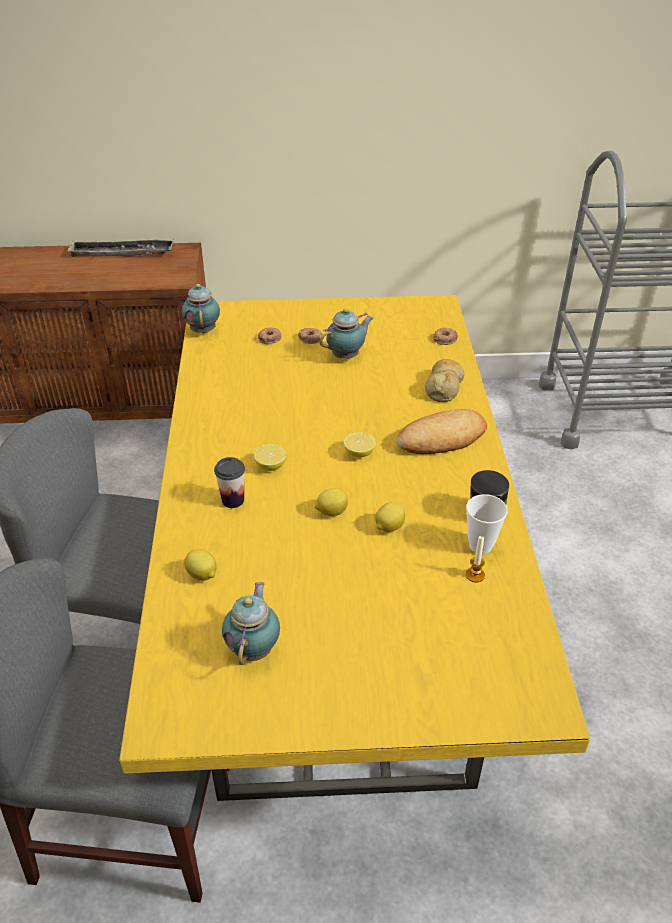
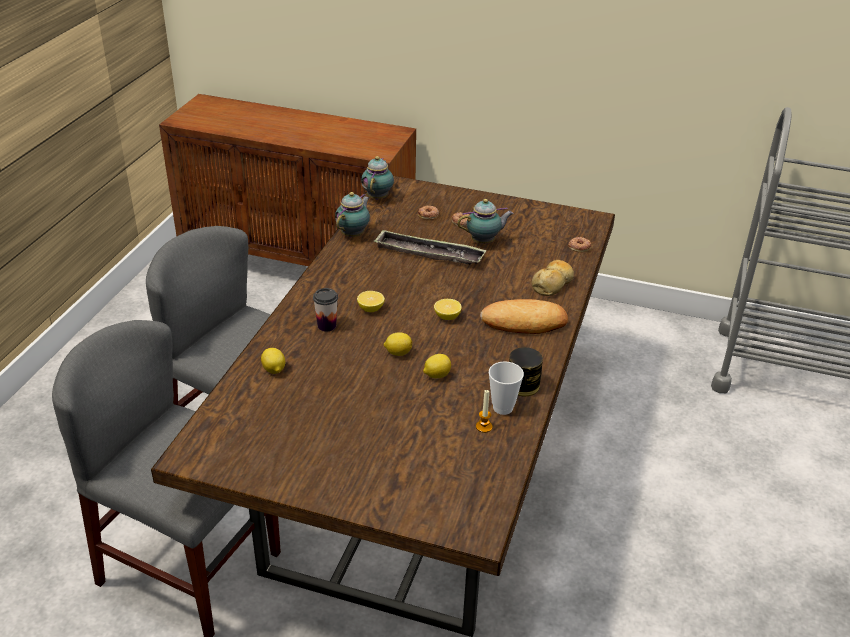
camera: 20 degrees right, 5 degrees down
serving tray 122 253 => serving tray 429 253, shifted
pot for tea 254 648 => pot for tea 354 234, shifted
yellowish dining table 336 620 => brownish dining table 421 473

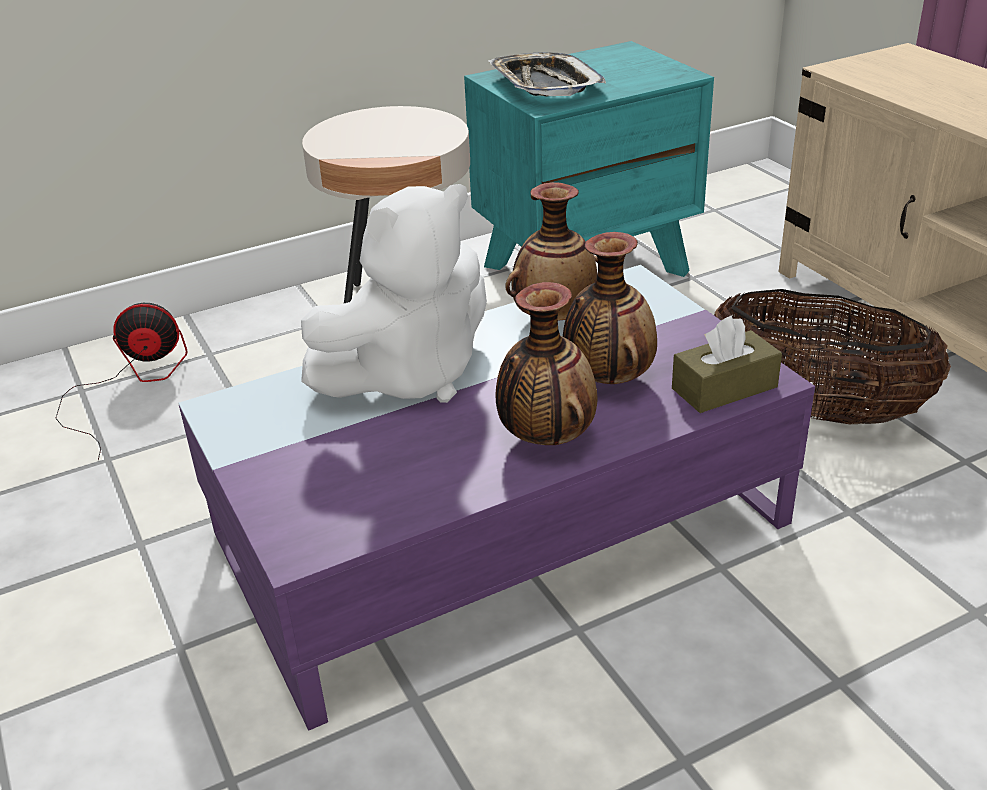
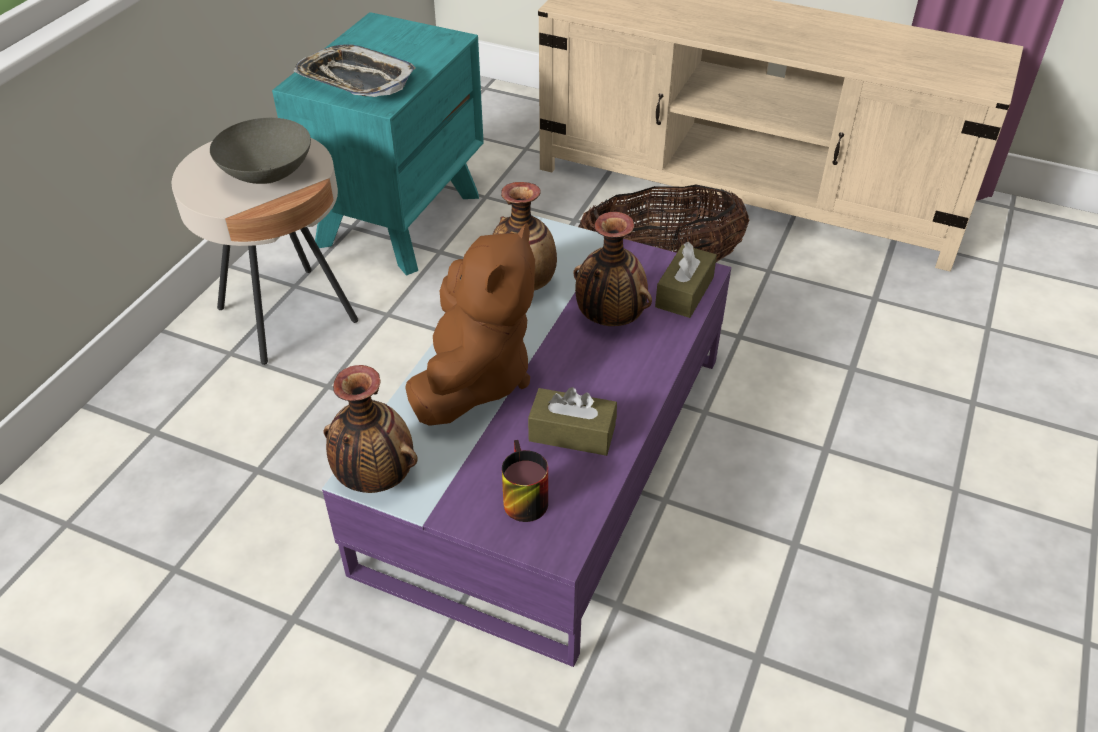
camera: 40 degrees left, 10 degrees up
fan 130 385 => nothing
nothing => grey deep dish 269 175
nothing => tea mug 519 497
nothing => brownish tissue box 572 433
flower vase 545 437 => flower vase 374 477, shifted
whitish cuddly toy 409 375 => brownish cuddly toy 474 378

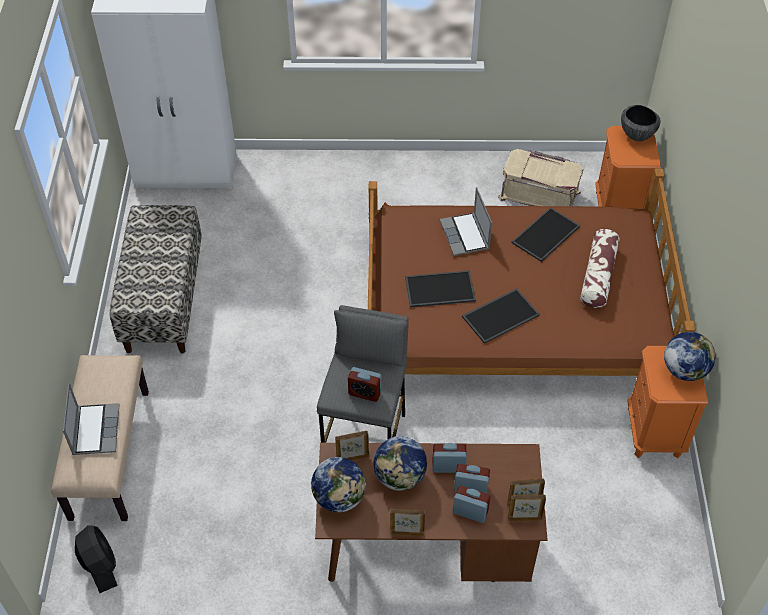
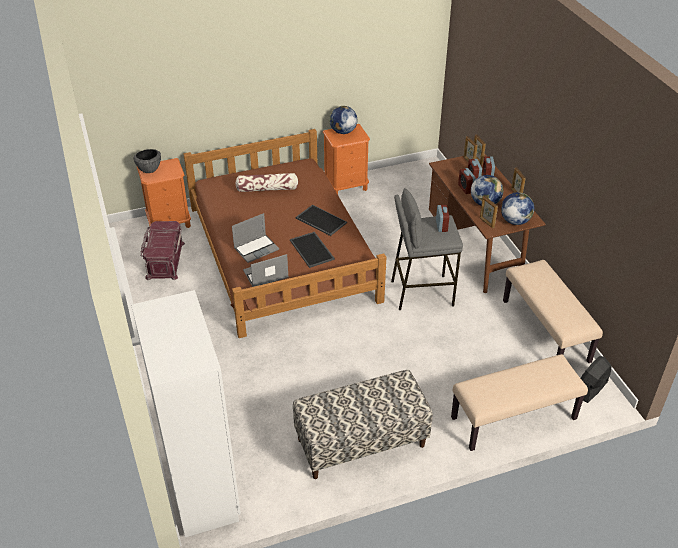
camera: 110 degrees left, 10 degrees down
serving tray 546 235 => nothing
nothing => beige long seat 546 331
notebook computer 95 429 => notebook computer 265 275, shifted
beige storage box 539 194 => reddish storage box 164 260

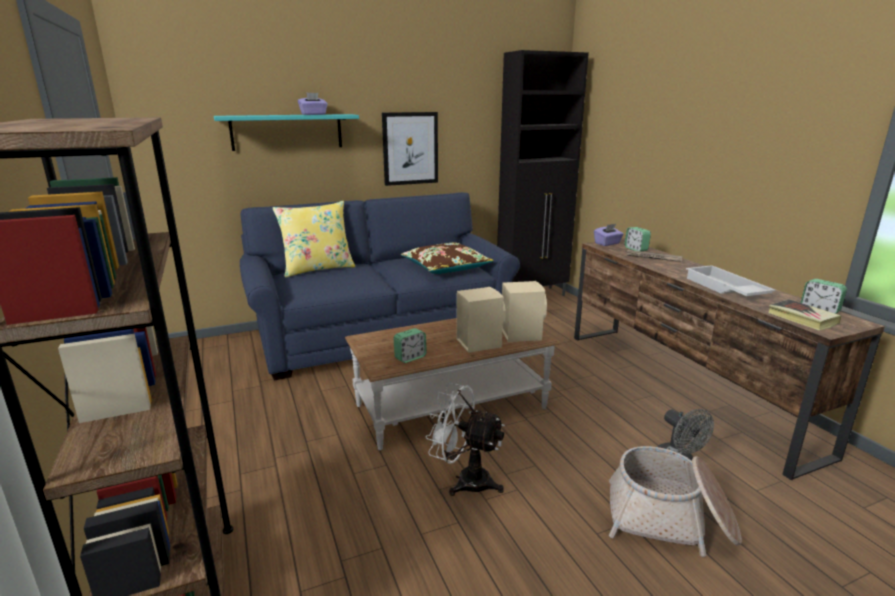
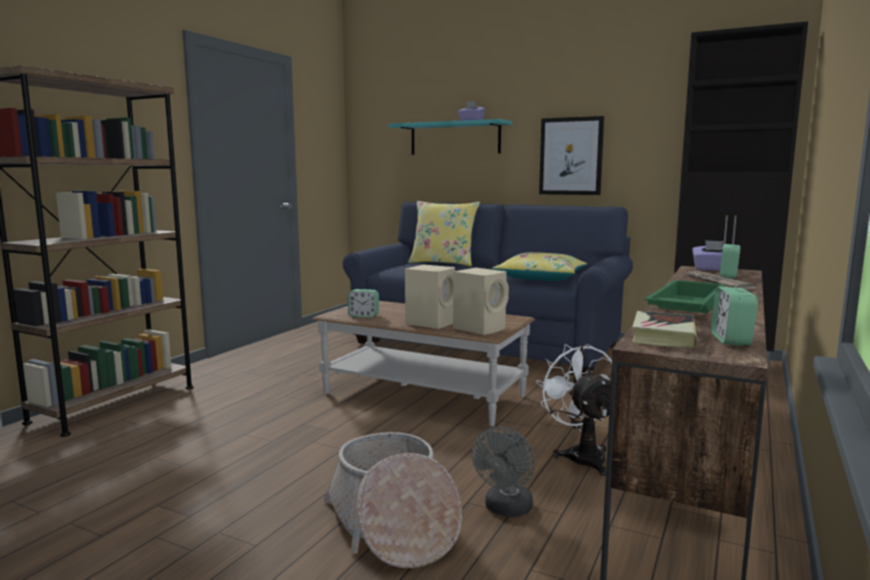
camera: 50 degrees right, 10 degrees down
whitish fan 465 480 => whitish fan 581 455, shifted
brownish throw pillow 445 268 => yellowish throw pillow 540 278
whitish serving tray 724 288 => greenish serving tray 684 307

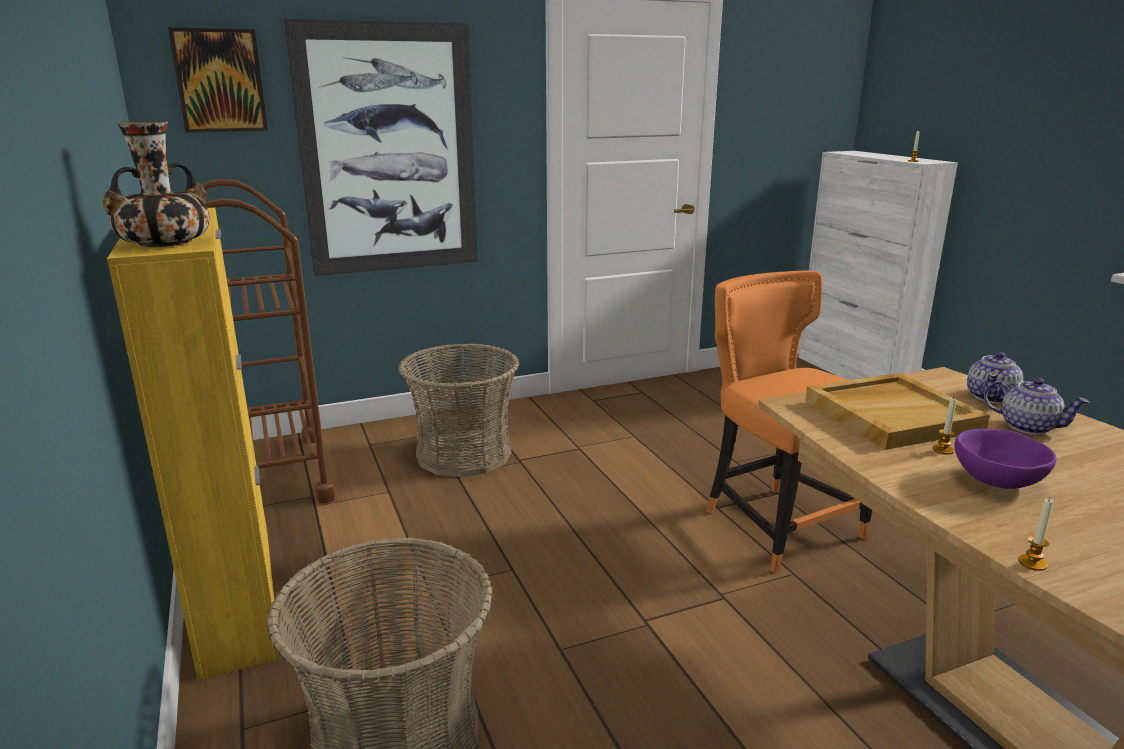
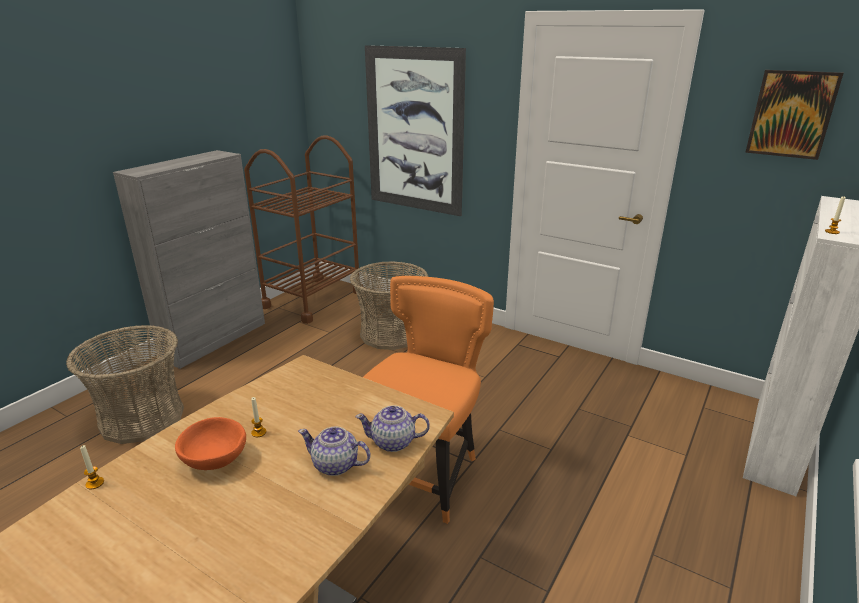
camera: 55 degrees right, 5 degrees up
flower vase 163 242 => nothing
beige serving tray 892 415 => nothing
picture 220 81 => picture 791 114, shifted
yellowish cupboard 238 597 => grey cupboard 215 340
purple-coloured deep dish 997 481 => orangey deep dish 214 460
pot for tea 1027 426 => pot for tea 336 465, 105 degrees clockwise

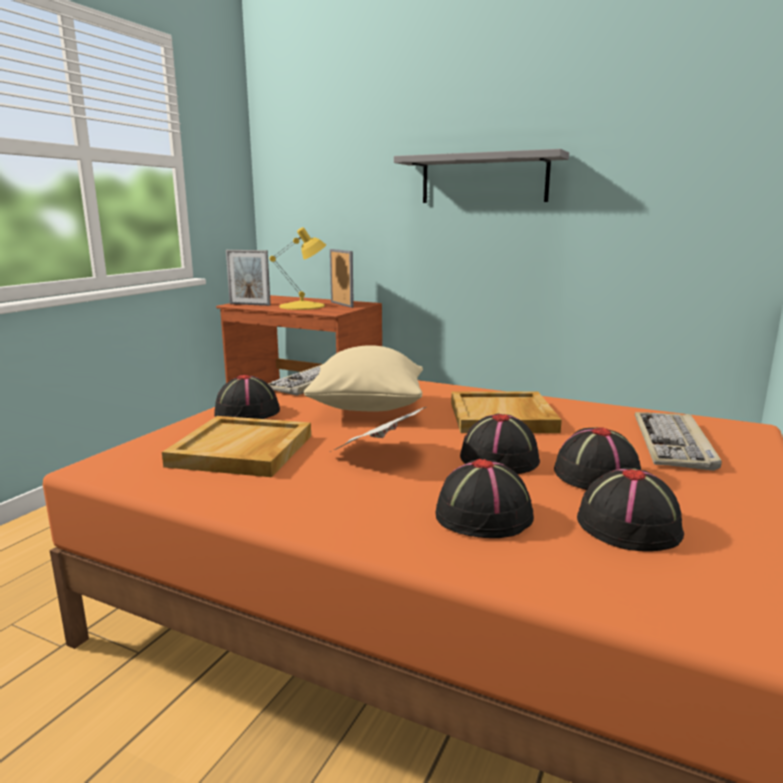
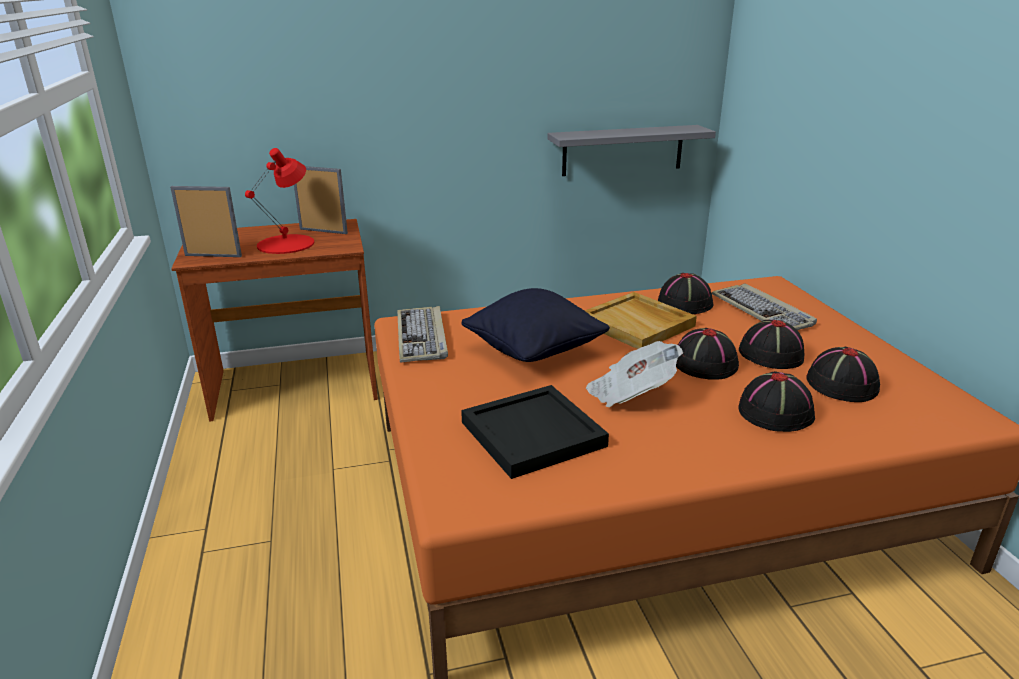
camera: 40 degrees left, 10 degrees up
black hat 248 412 => black hat 685 303, shifted
grey wall shelf 484 179 => grey wall shelf 623 150, shifted
beige serving tray 242 451 => black serving tray 534 434
yellowish tabletop lamp 303 306 => reddish tabletop lamp 287 244
beige throw pillow 367 409 => black throw pillow 534 352
photo frame 250 304 => photo frame 213 256, 150 degrees counterclockwise

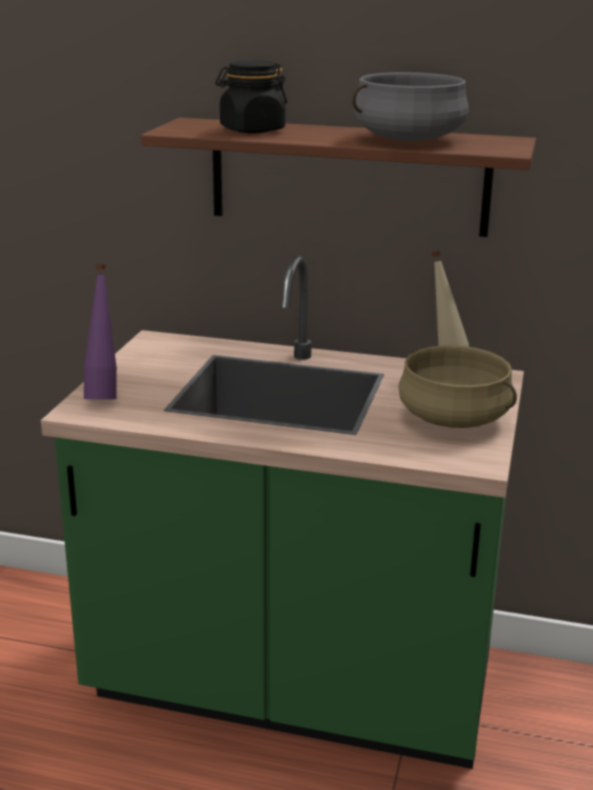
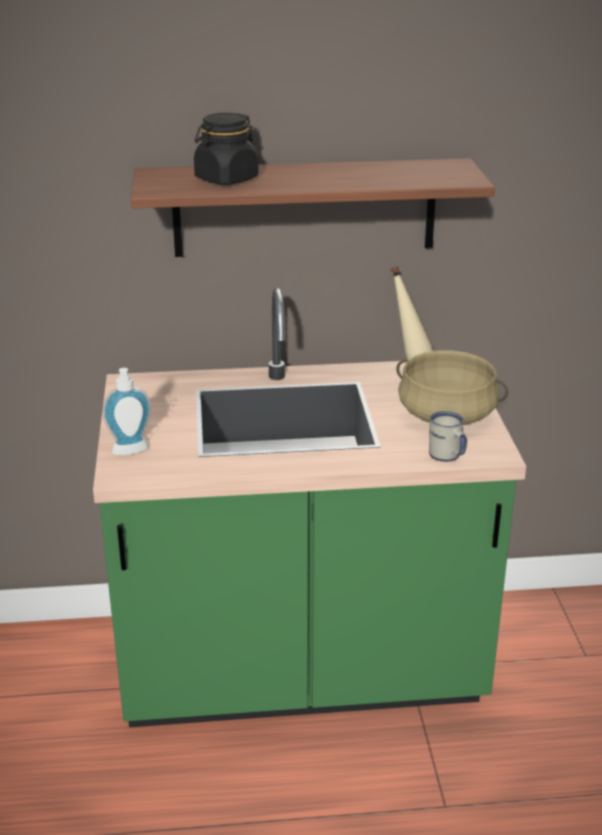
camera: 20 degrees left, 5 degrees up
grey saucepot 408 139 => nothing
nothing => whitish tea mug 447 457
purple-coloured beverage bottle 104 396 => soap dispenser 131 452

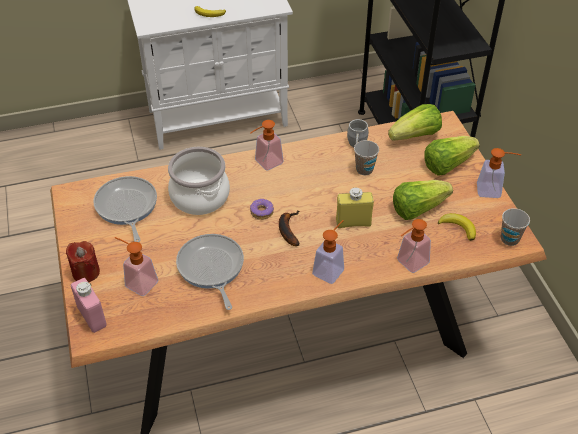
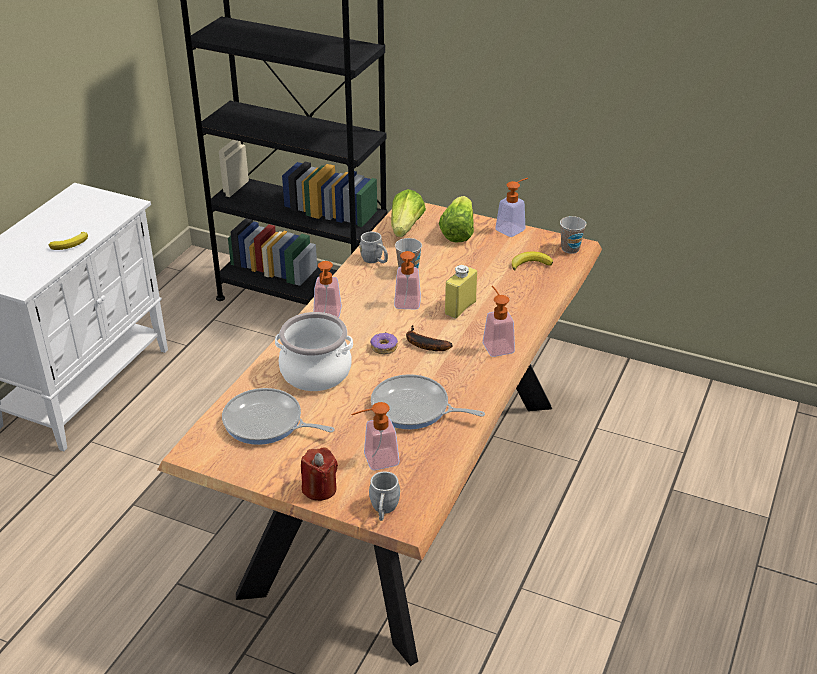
camera: 50 degrees left, 10 degrees down
lettuce 418 208 => nothing
soap dispenser 408 264 => soap dispenser 407 306, shifted
pink-coloured beverage bottle 92 317 => grey tea mug 383 510

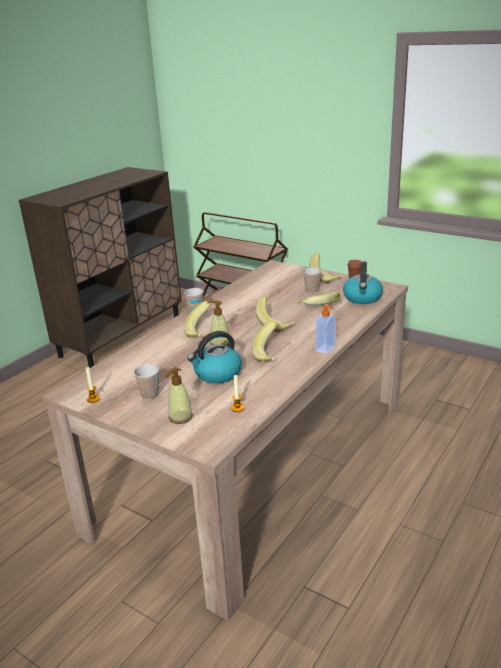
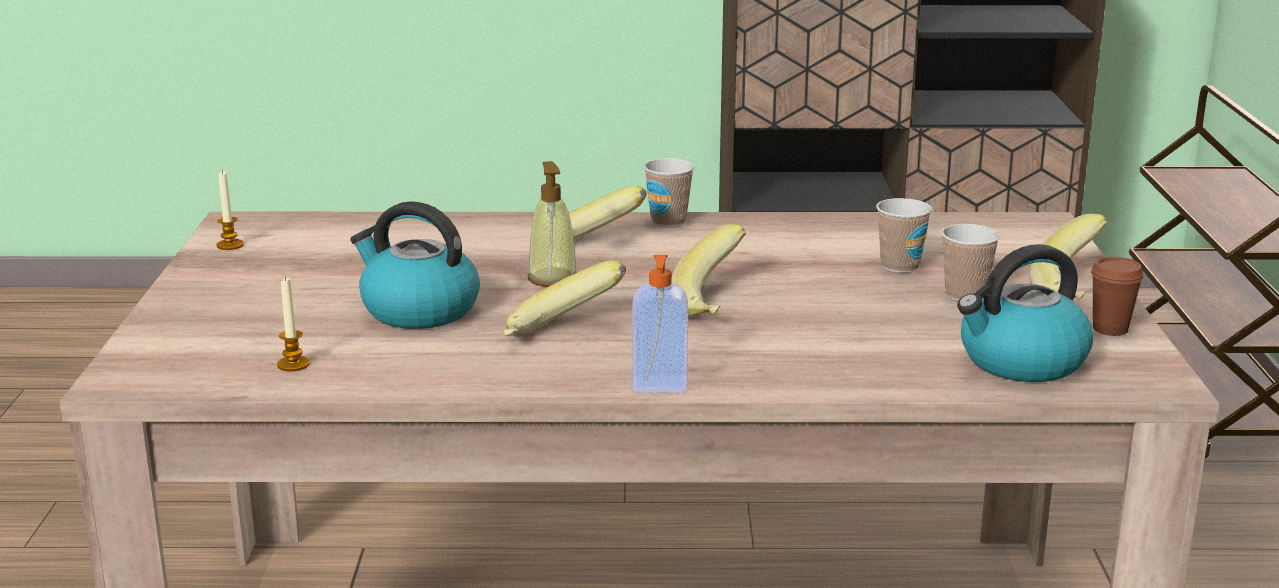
camera: 55 degrees right, 5 degrees down
soap dispenser 180 417 => nothing
banana fruit 318 309 => nothing
cup 150 395 => cup 899 266, shifted

